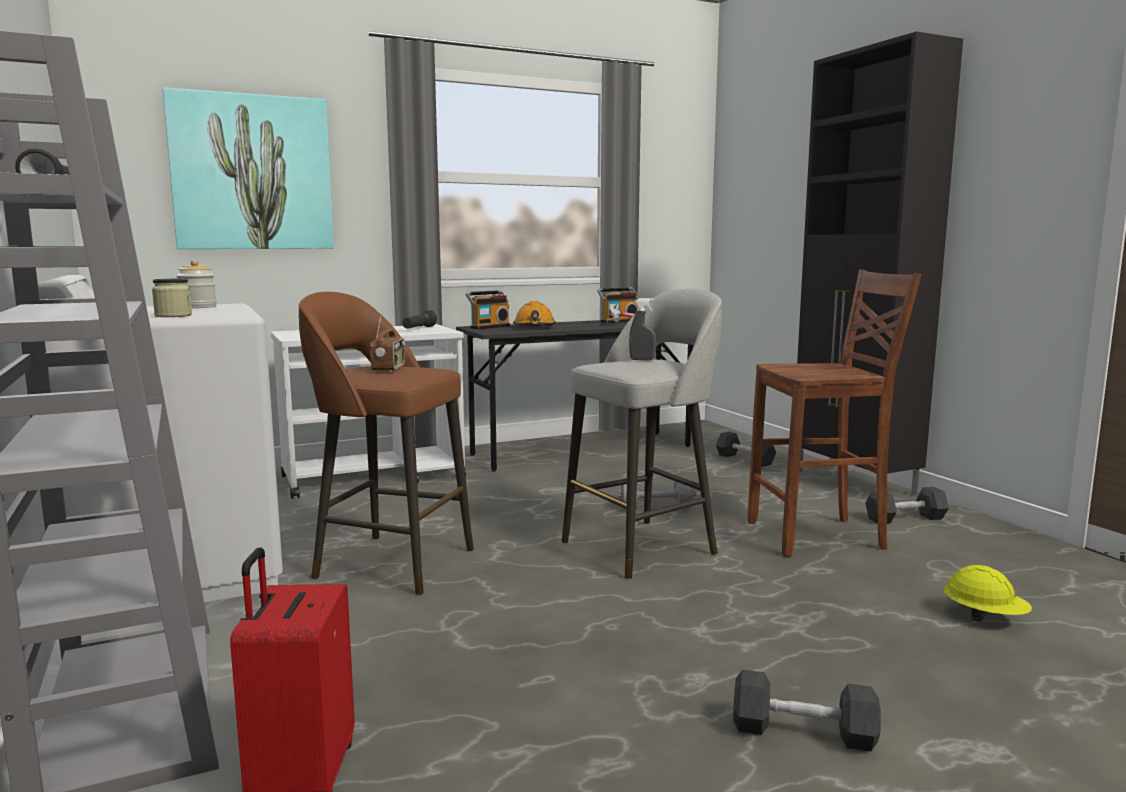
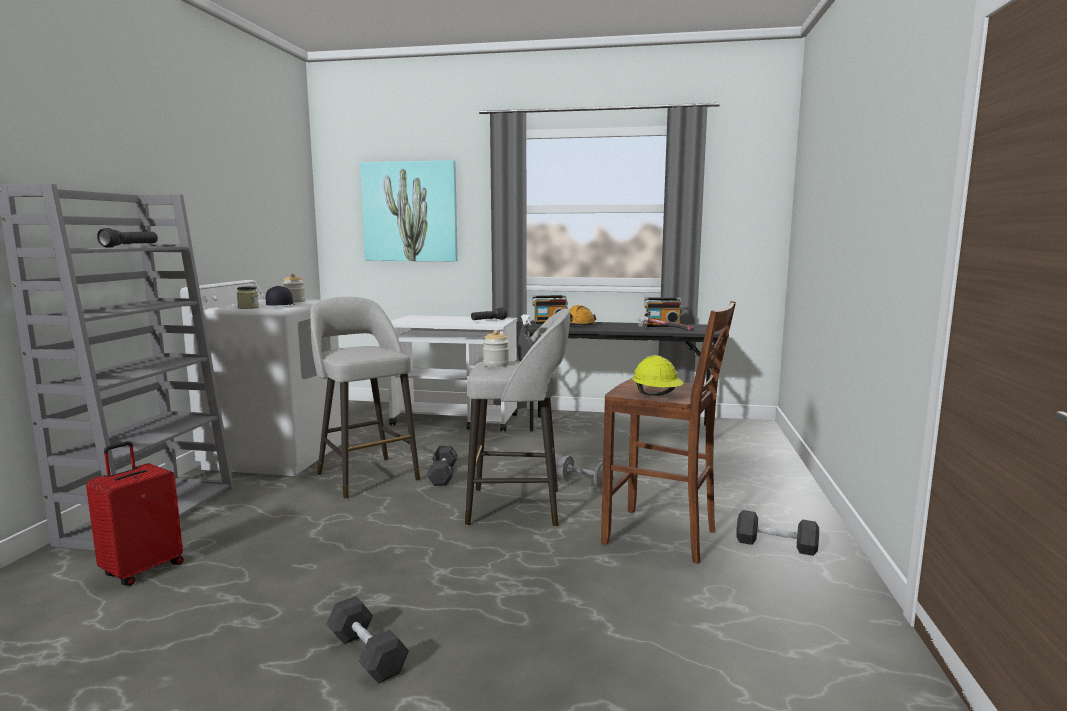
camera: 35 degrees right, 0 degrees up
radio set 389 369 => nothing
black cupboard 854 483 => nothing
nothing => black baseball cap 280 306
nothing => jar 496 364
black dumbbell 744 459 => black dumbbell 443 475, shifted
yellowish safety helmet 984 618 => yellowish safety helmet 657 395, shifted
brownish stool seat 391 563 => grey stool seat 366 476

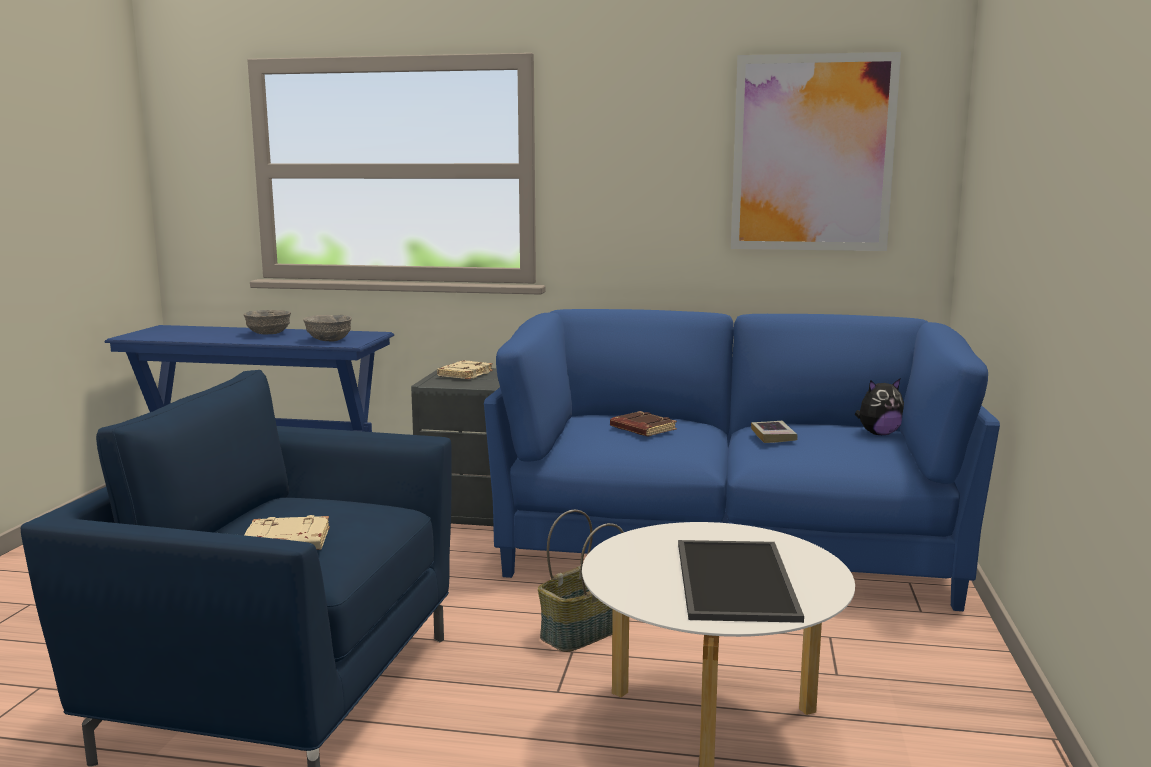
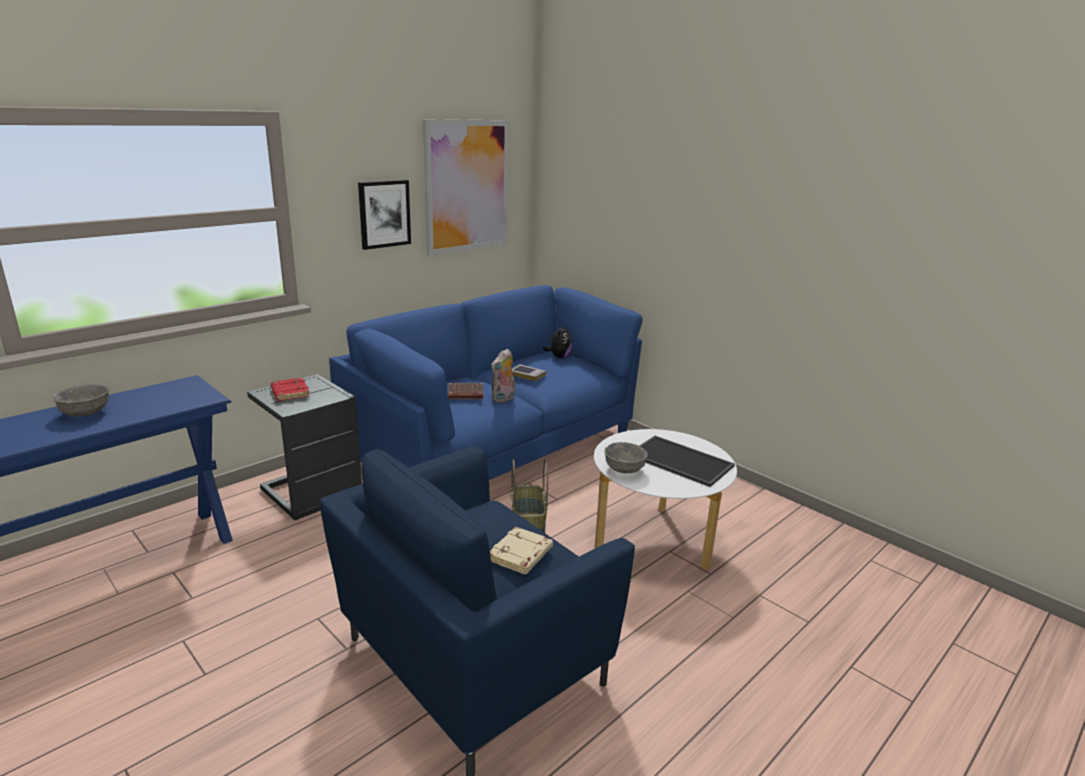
camera: 55 degrees left, 10 degrees up
nothing => picture 384 214
nothing => cuddly toy 503 399
grey deep dish 328 340 => grey deep dish 623 469, shifted
beige volume 464 374 => reddish volume 289 393

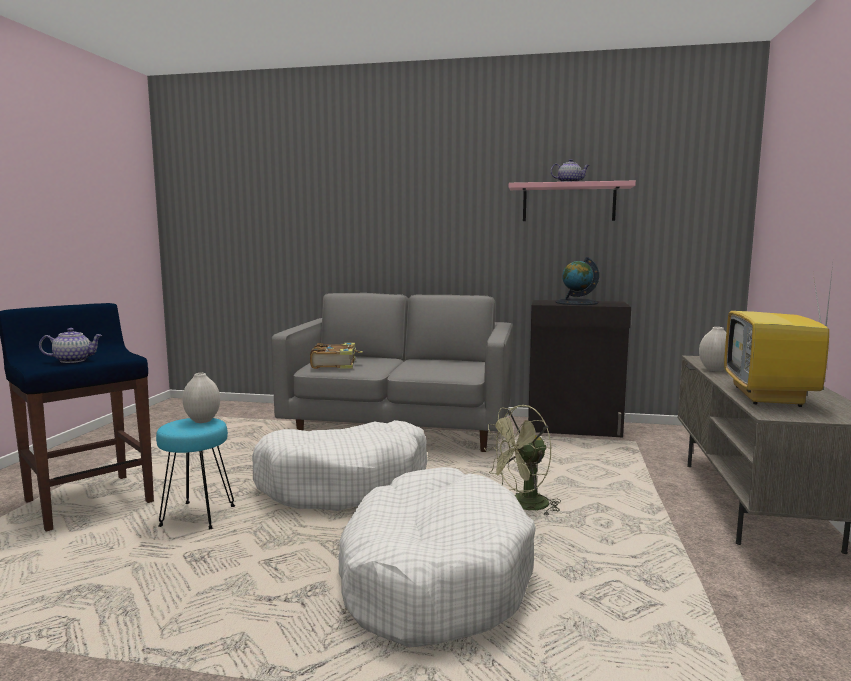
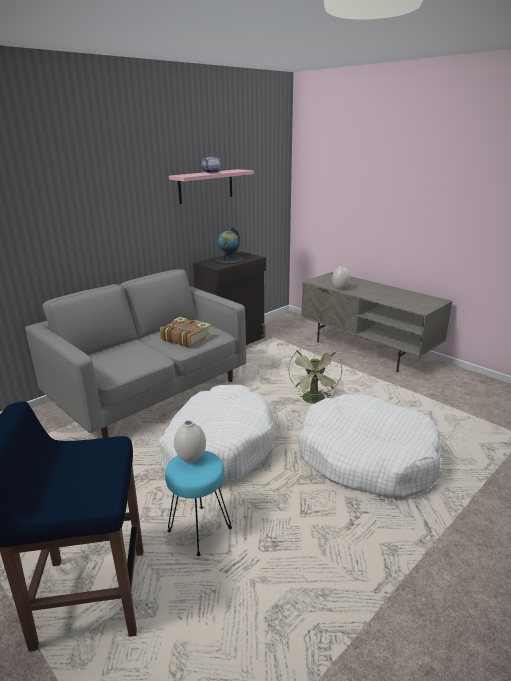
camera: 55 degrees left, 15 degrees up
pot for tea 73 360 => nothing
TV 770 397 => nothing
volume 335 364 => volume 185 338, shifted

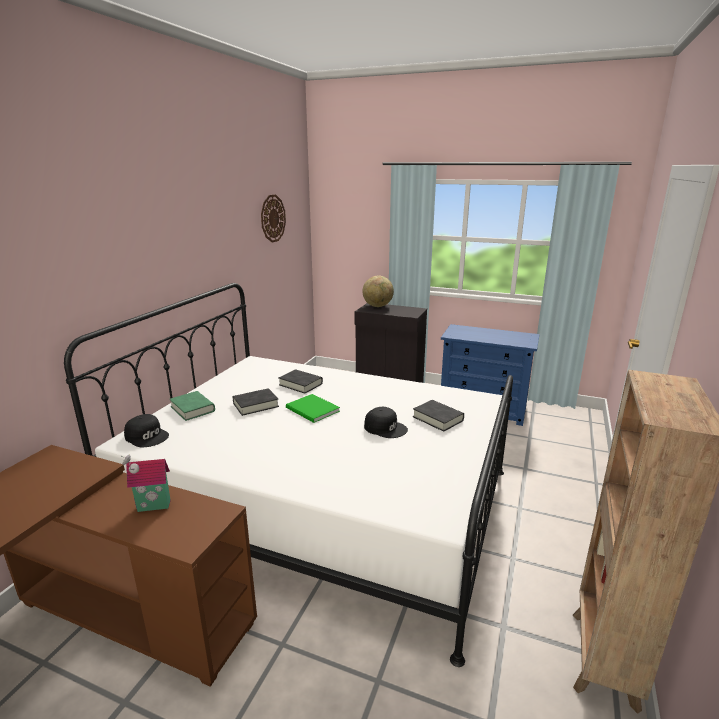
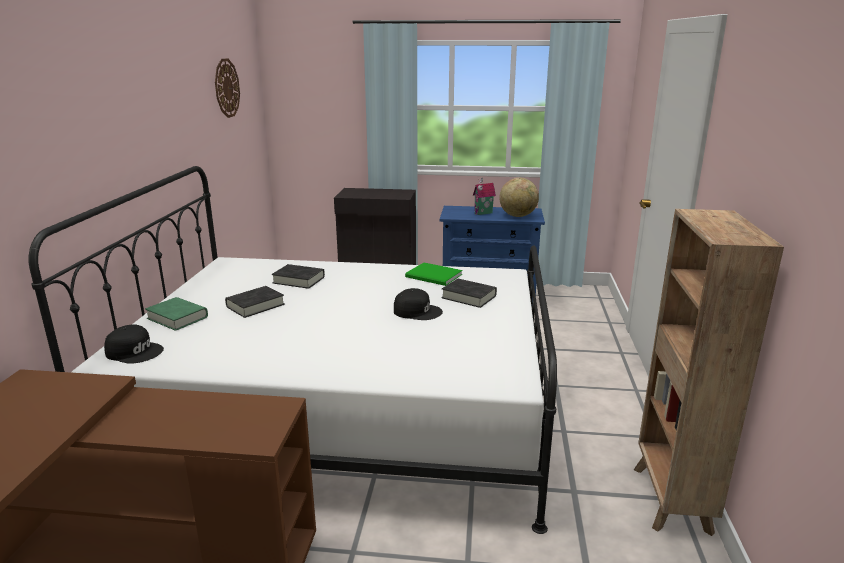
camera: 15 degrees left, 0 degrees up
toy house 153 507 => toy house 484 213, shifted
greenish volume 312 410 => greenish volume 434 276, shifted
desk globe 378 306 => desk globe 518 216, shifted

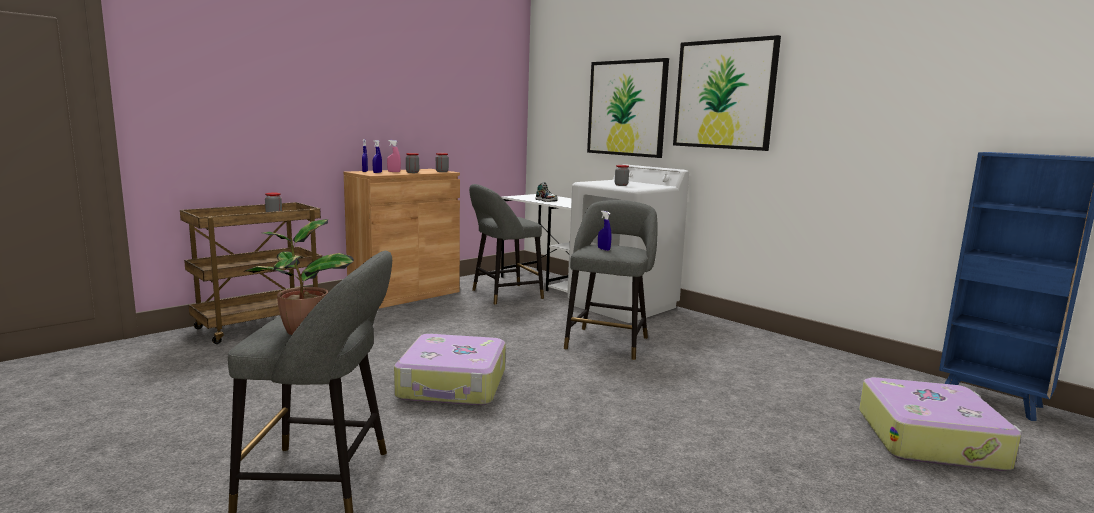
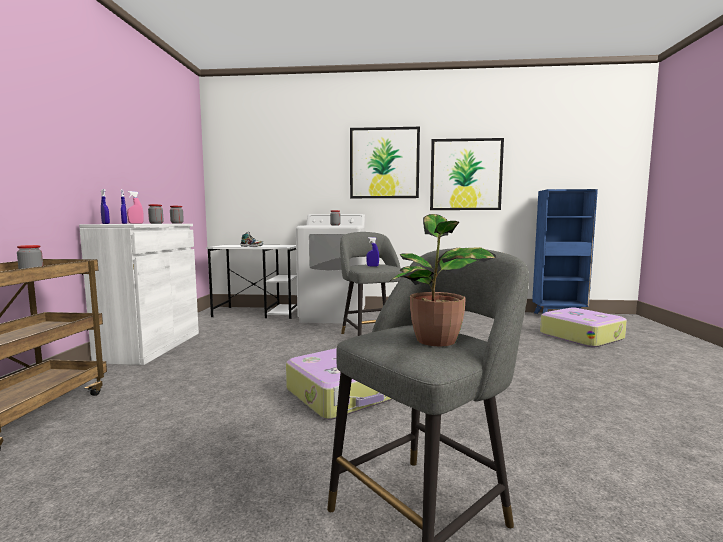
camera: 40 degrees left, 5 degrees down
grey stool seat 503 295 => nothing
picture 626 108 => picture 465 175, shifted
brownish cupboard 405 295 => whitish cupboard 151 346

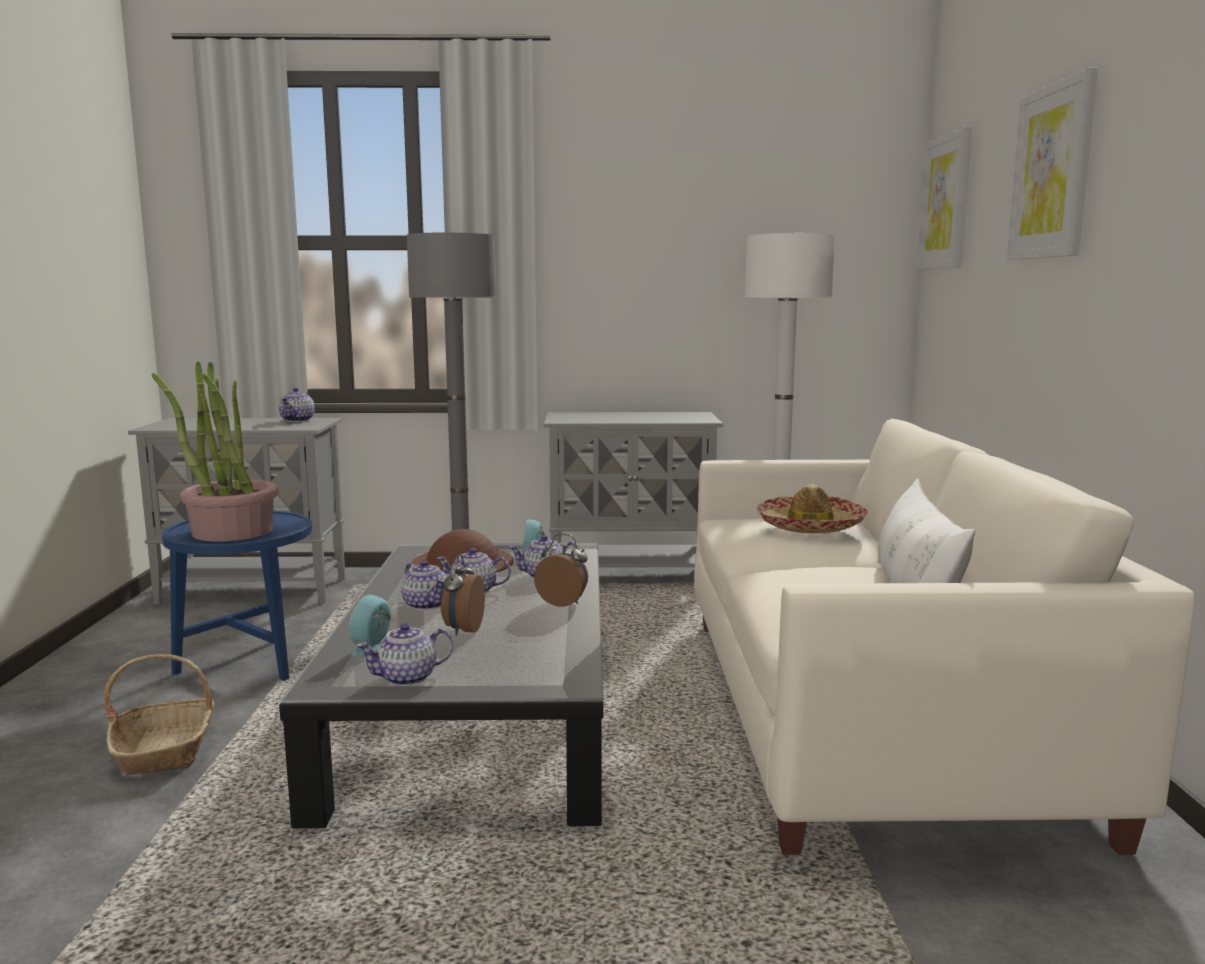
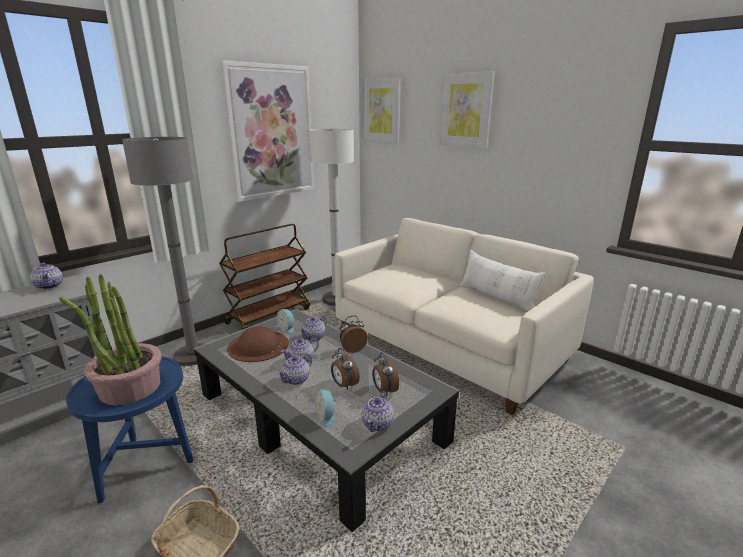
camera: 45 degrees left, 10 degrees up
hat 810 526 => nothing
nothing => picture 271 132
nothing => alarm clock 384 390
grey cupboard 632 577 => brownish trolley 269 315
pot for tea 426 604 => pot for tea 296 379, 120 degrees clockwise

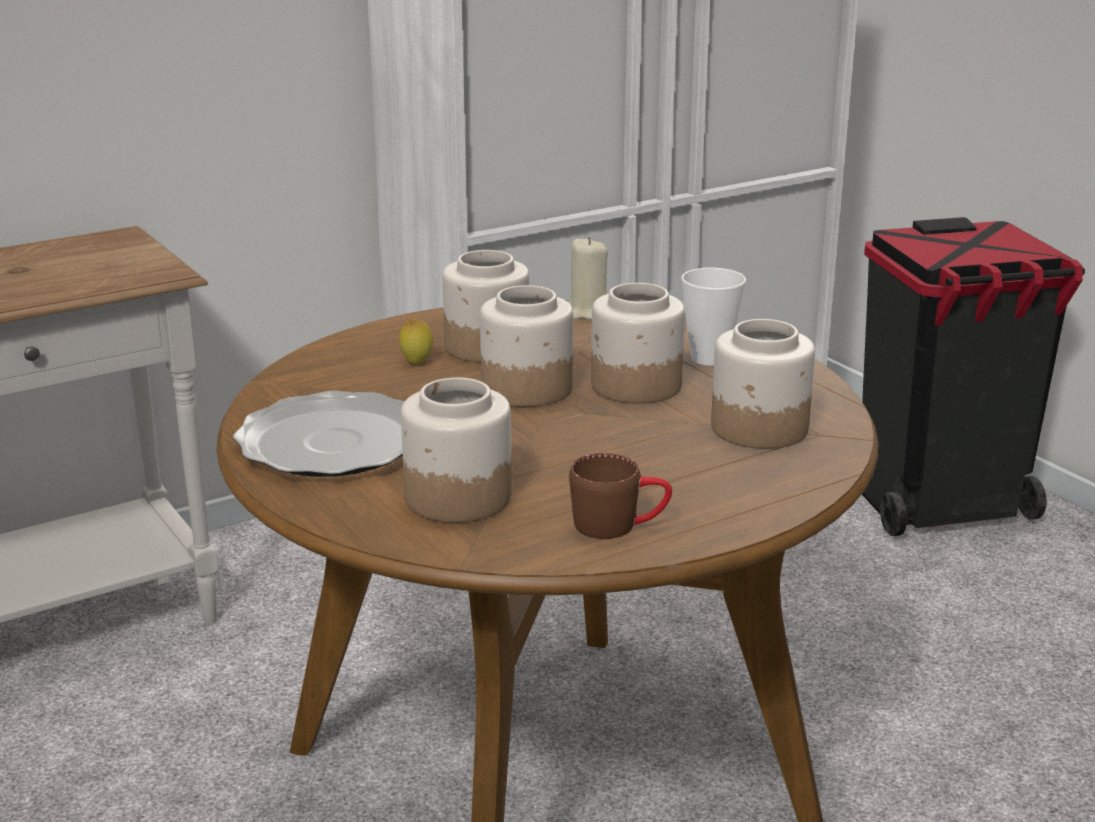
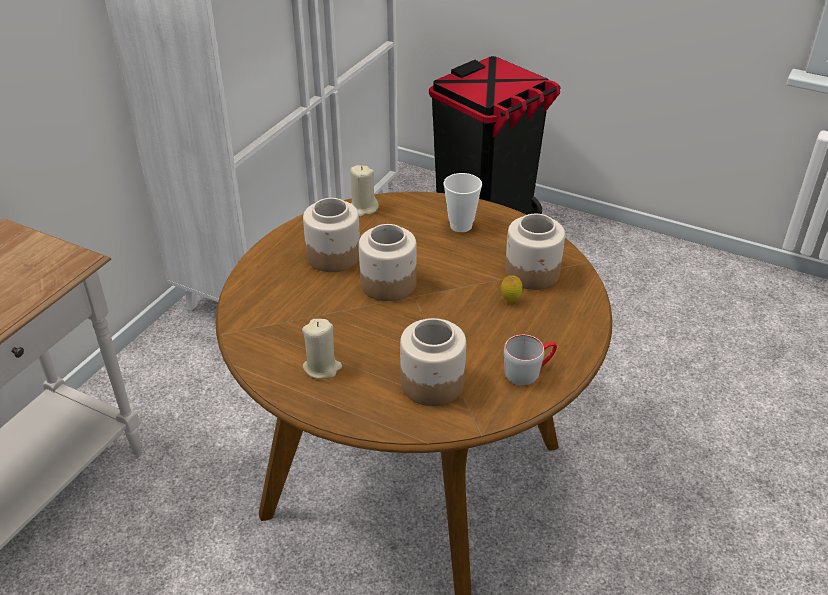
camera: 30 degrees left, 15 degrees up
jar 635 386 => nothing
whole lemon 417 362 => whole lemon 510 300, shifted
plate 332 442 => beige candle 322 367
brownish tea mug 619 525 => grey tea mug 529 371

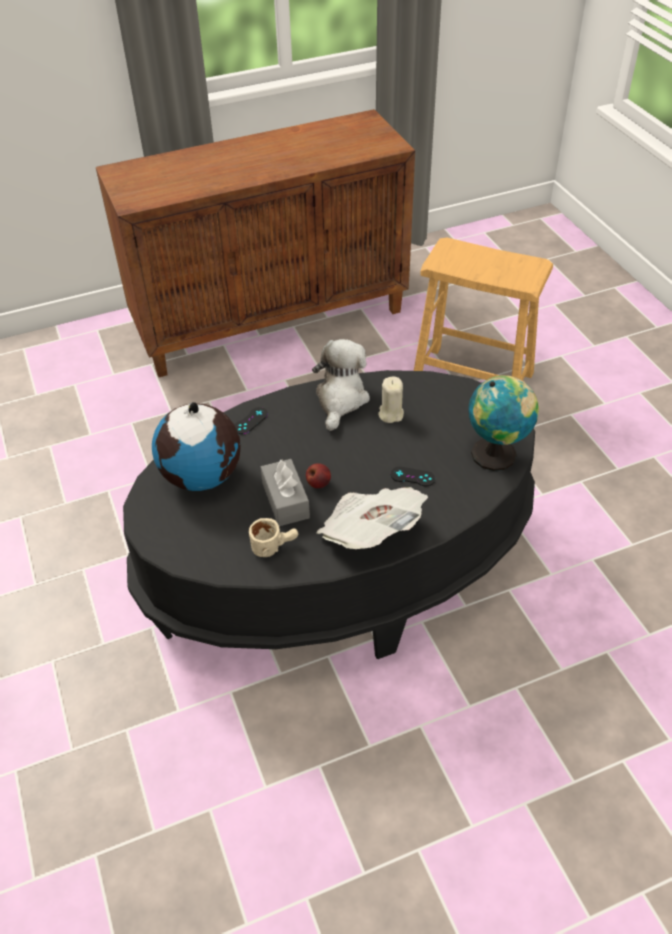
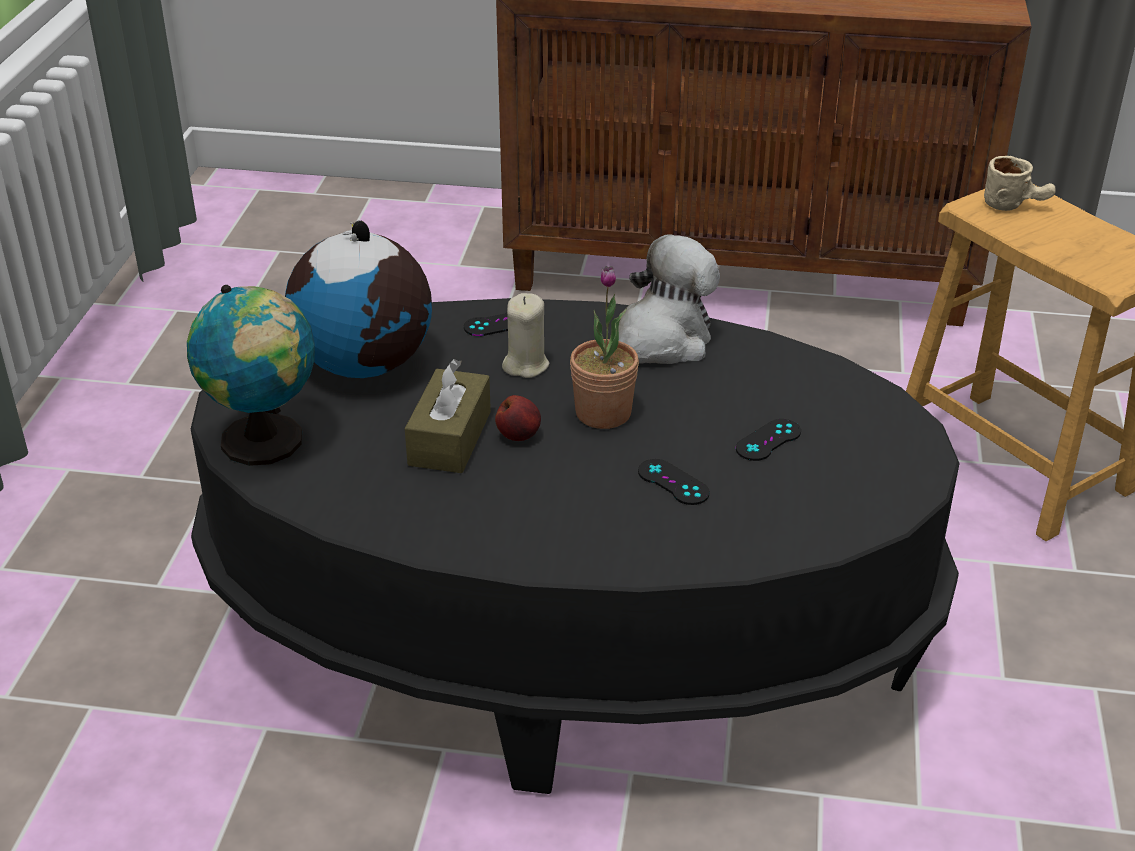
camera: 30 degrees right, 10 degrees down
daily paper 370 533 => nothing
nothing => plant in a pot 603 413
nothing => black game controller 768 440
beige tea mug 274 545 => beige tea mug 1016 204, shifted
beige candle 390 414 => beige candle 525 365, shifted
desk globe 497 454 => desk globe 267 442, shifted
grey tissue box 285 500 => brownish tissue box 450 438

